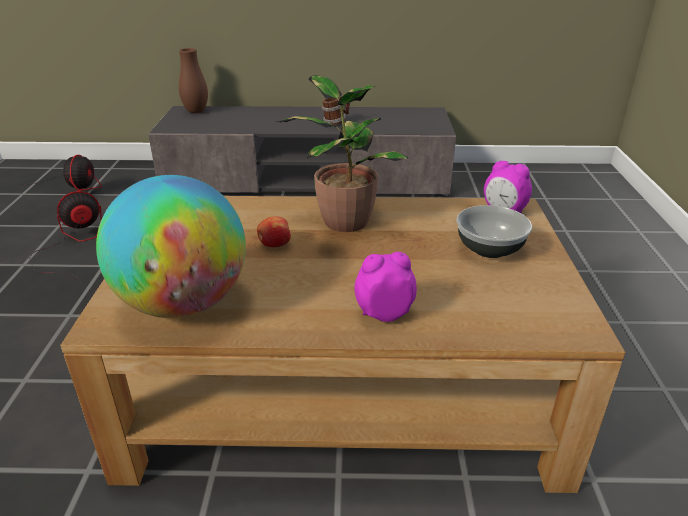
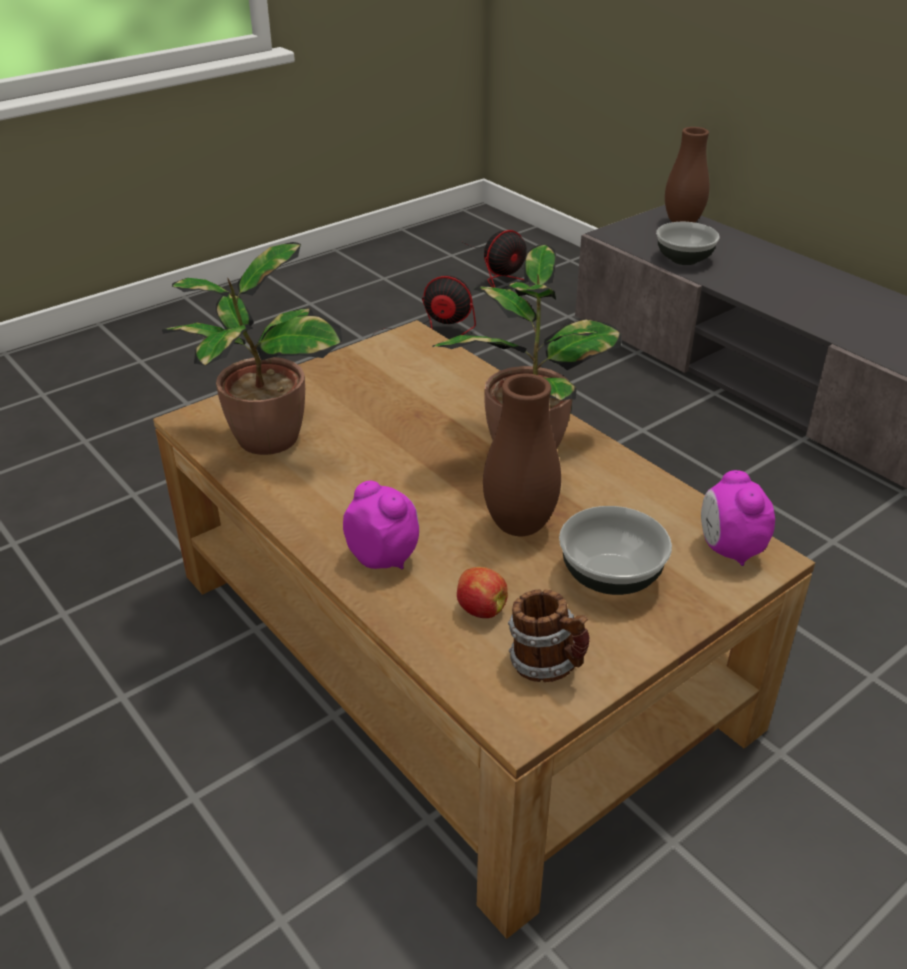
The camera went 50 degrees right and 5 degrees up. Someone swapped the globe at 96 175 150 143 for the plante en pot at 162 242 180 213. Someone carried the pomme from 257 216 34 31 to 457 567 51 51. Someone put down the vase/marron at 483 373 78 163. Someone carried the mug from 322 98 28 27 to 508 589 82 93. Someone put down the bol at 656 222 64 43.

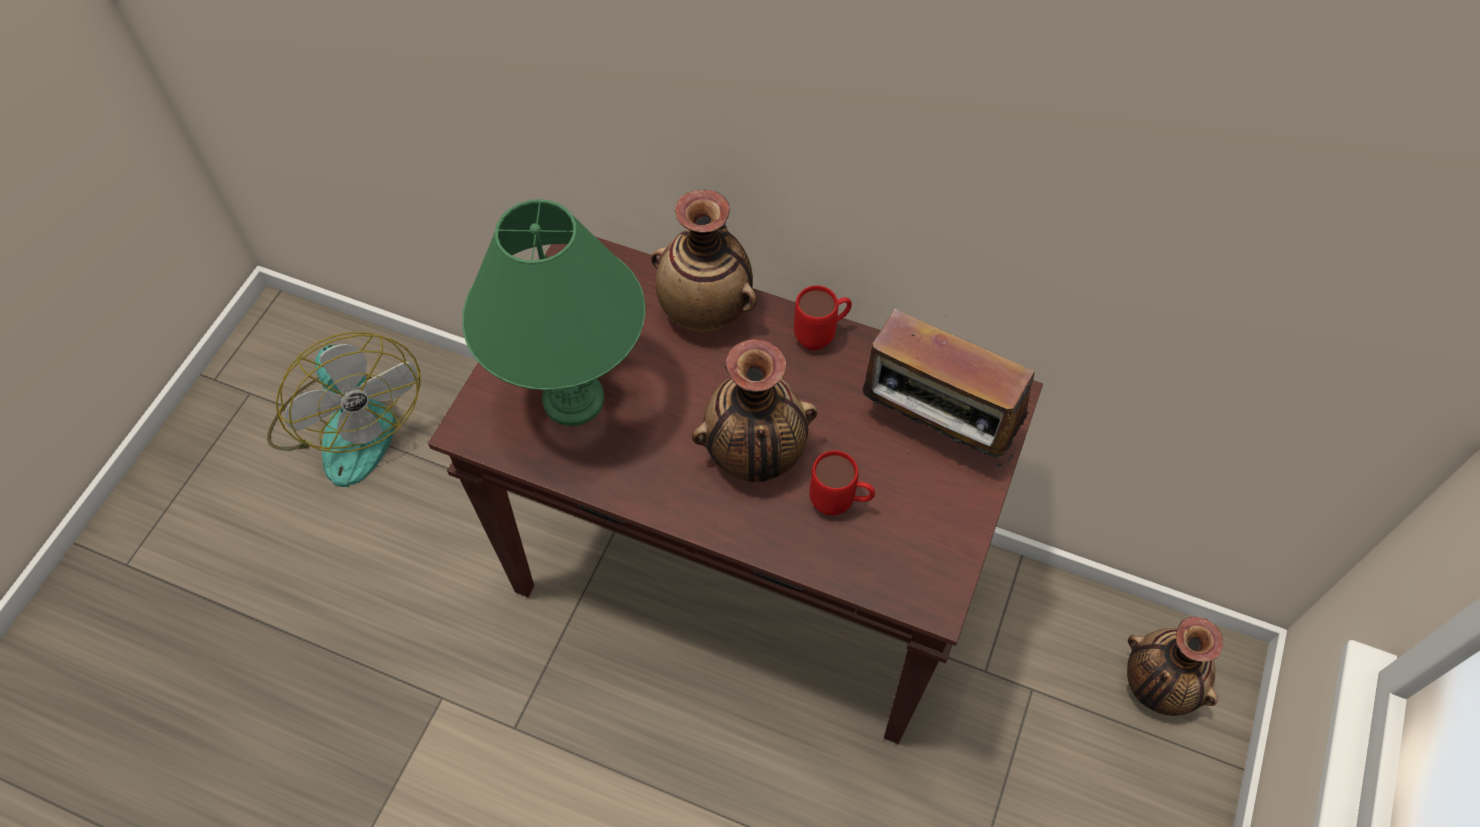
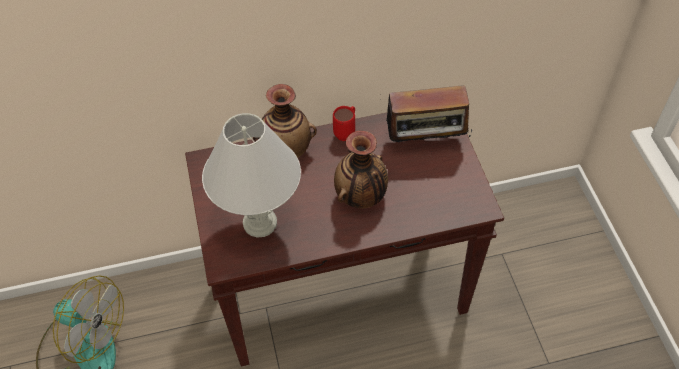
The camera went 35 degrees left and 5 degrees down. Someone repainted the lampe de table/vert at 462 199 183 227, which became the lampe de table/blanc at 202 113 99 125. Someone took away the mug/rouge at 809 450 66 65. Someone took away the vase at 1127 617 96 99.

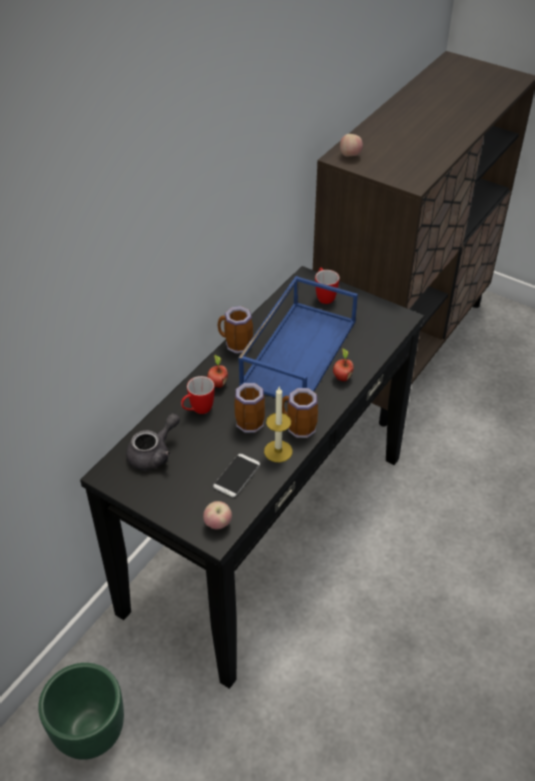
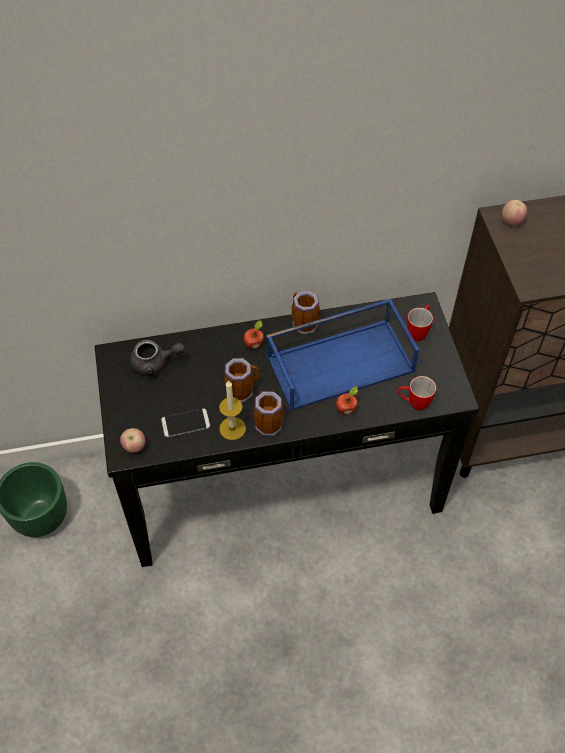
The camera went 45 degrees right and 10 degrees up. Someone carried the mug from 181 376 34 38 to 398 376 38 34.

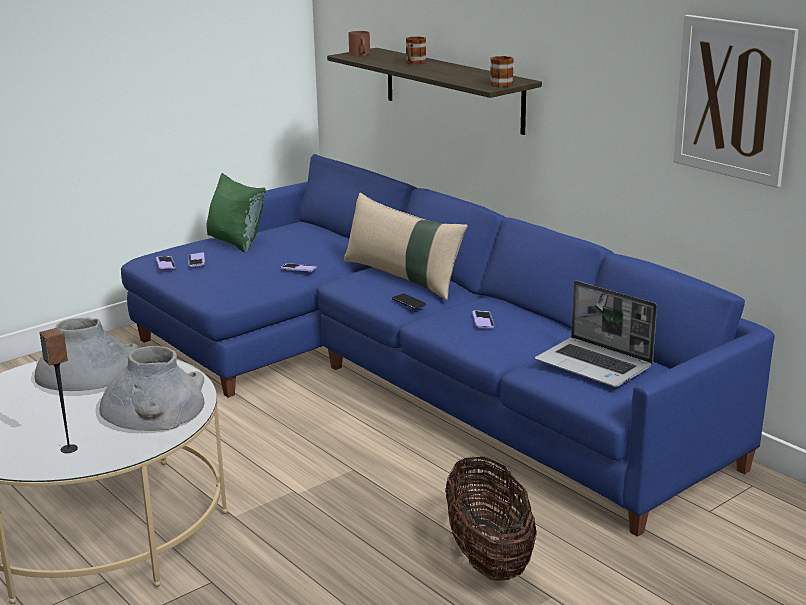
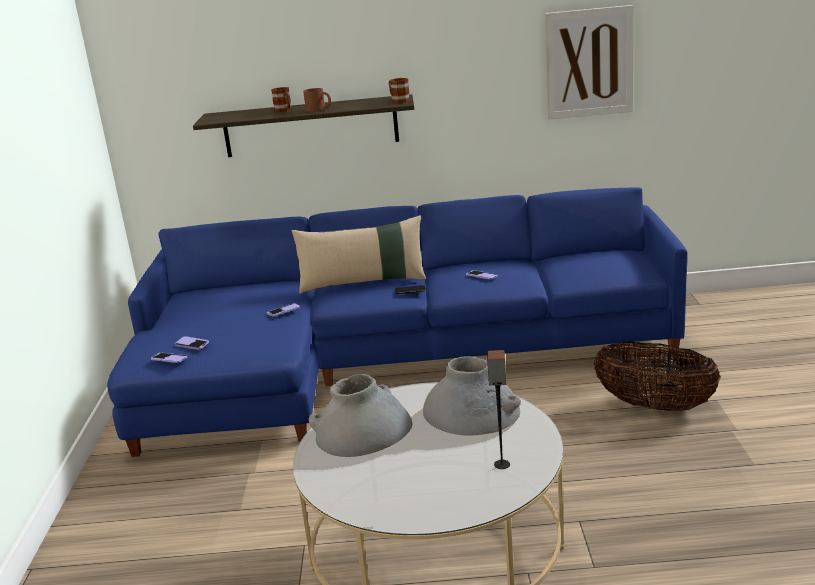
The camera went 50 degrees left and 0 degrees up. Someone carried the mug/marron from 348 31 22 25 to 303 88 28 24. Someone took away the coussin/vert at 206 173 60 80. Someone took away the ordinateur portable at 535 281 122 106.

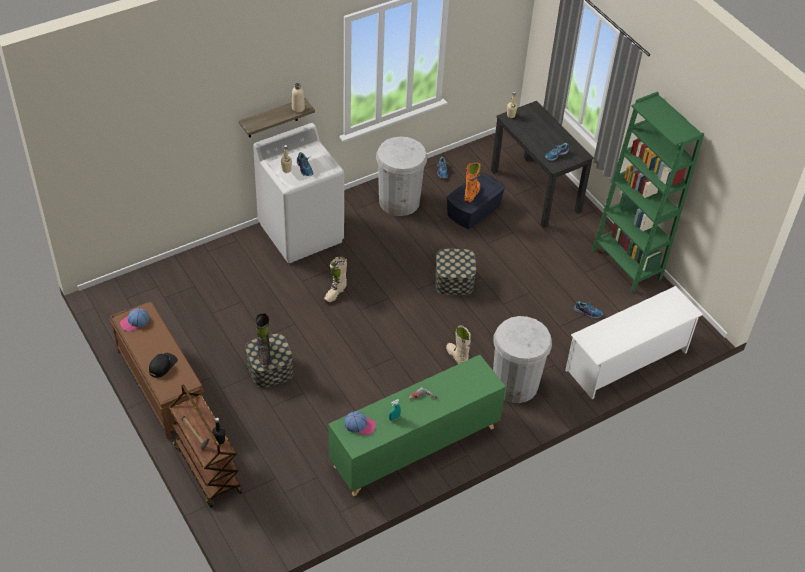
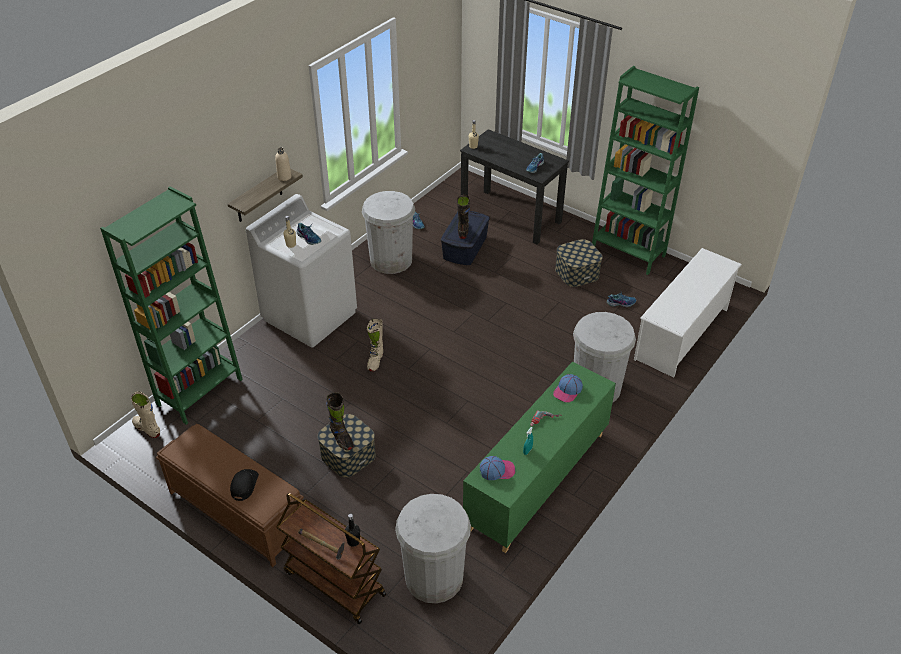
The camera went 20 degrees left and 5 degrees down. Someone put down the bibliothèque/vert at 100 186 143 239. Someone carried the botte/beige from 446 326 25 38 to 131 391 29 47. Someone put down the poubelle/blanc at 395 494 76 109. Someone repainted the botte/orange at 465 162 16 41, which became the botte/noir at 457 195 13 44. Someone carried the casquette from 120 308 29 24 to 553 374 30 28. Someone carried the boîte de rangement from 435 249 41 46 to 555 239 48 48.

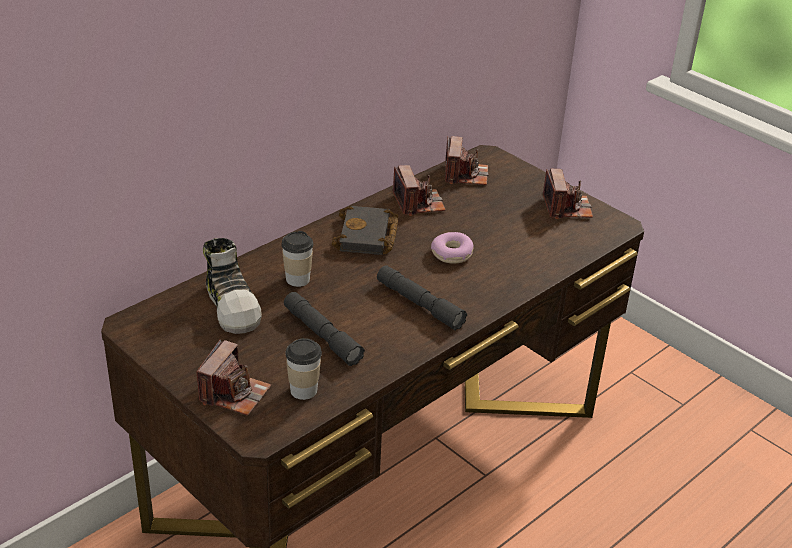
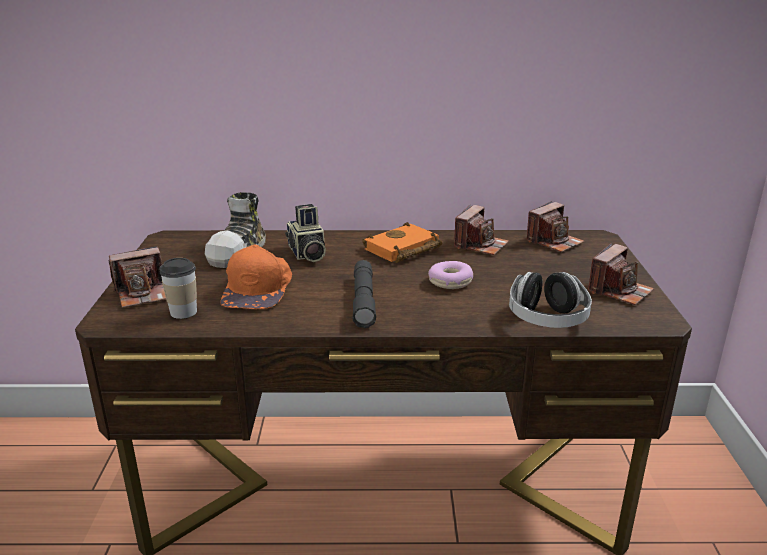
The camera went 45 degrees right and 10 degrees down. Someone swapped the lampe de poche/gris at 284 292 81 74 for the casquette/orange at 220 244 72 65. Someone swapped the tasse at 281 231 32 56 for the appareil photo at 285 204 41 58. Someone repainted the livre/noir at 332 206 66 49, which became the livre/orange at 362 222 80 41. Someone put down the casque audio at 509 272 83 56.

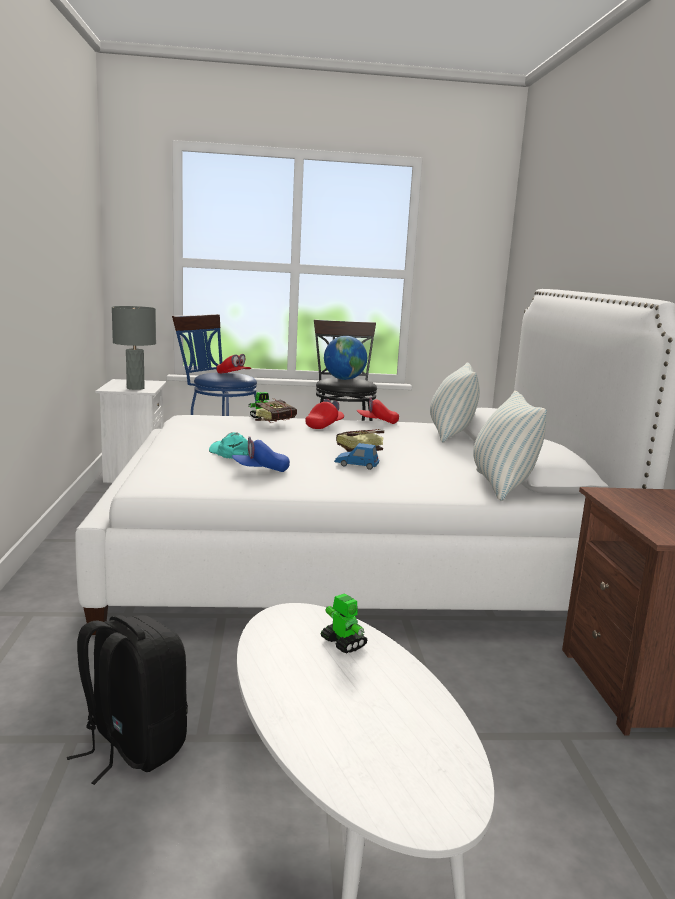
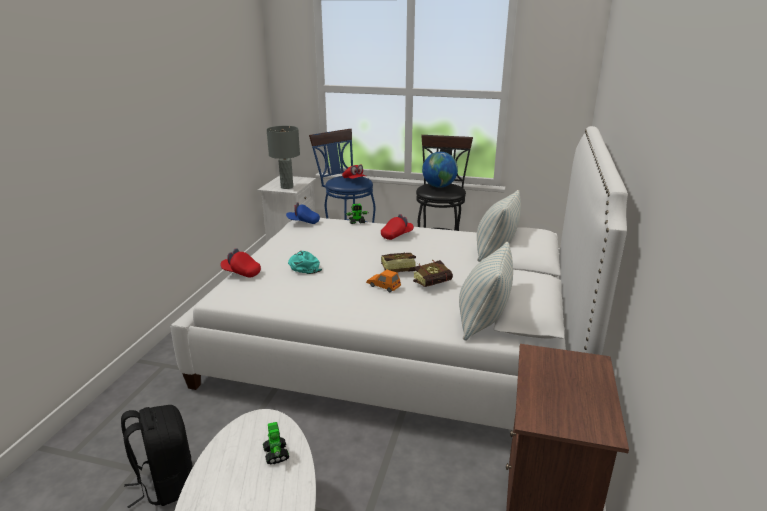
The camera went 20 degrees right and 10 degrees up. Someone carried the casquette/rouge from 357 397 42 27 to 220 248 41 30. Someone carried the casquette/bleu from 232 436 58 36 to 286 202 34 22. Someone repainted the petite voiture/bleu at 334 443 45 27, which became the petite voiture/orange at 366 269 35 23. Someone carried the livre from 255 399 42 24 to 413 260 40 27.

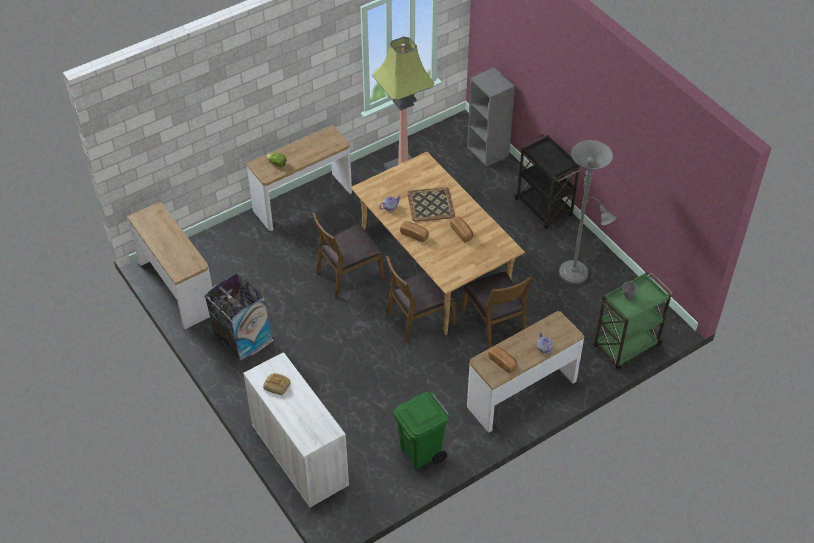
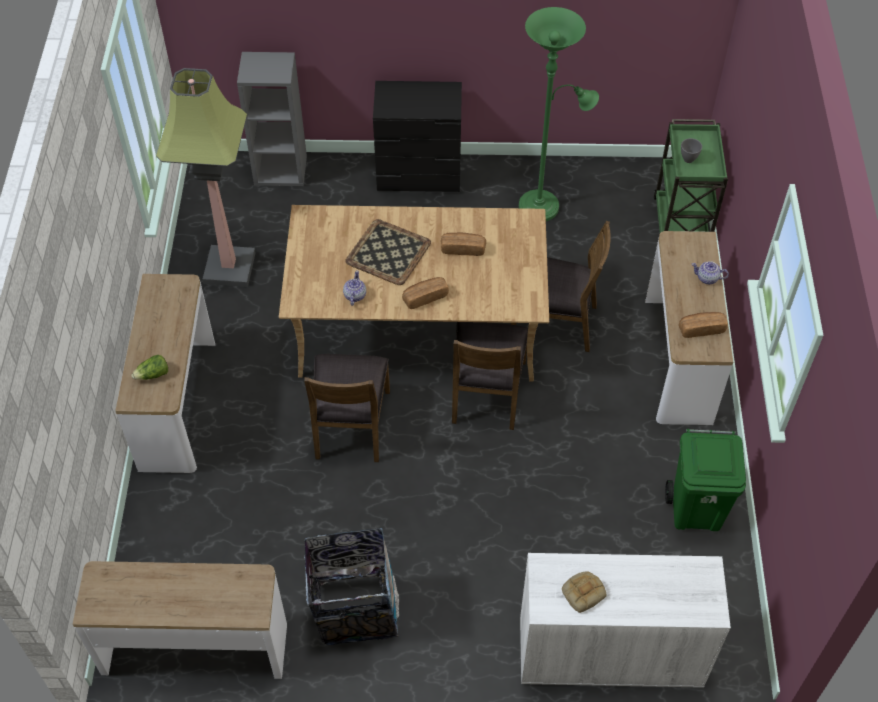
The camera went 55 degrees left and 5 degrees up. Someone swapped the chariot/noir at 514 134 67 95 for the commode/noir at 373 81 89 111. Someone repainted the lampadaire/gris at 559 140 57 144, which became the lampadaire/vert at 519 7 80 214.

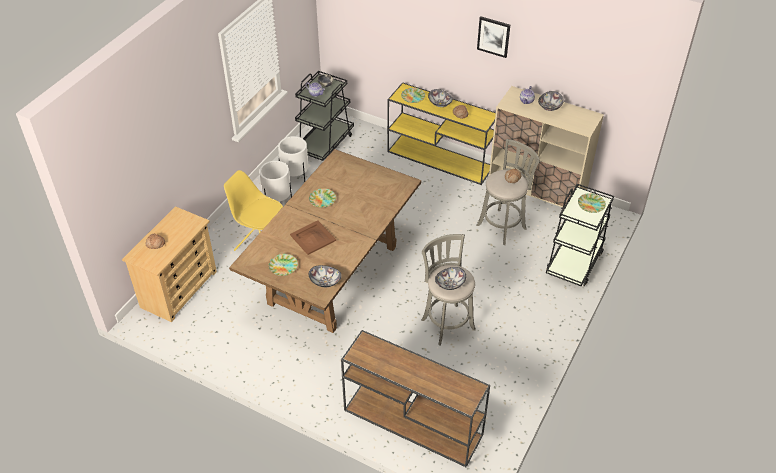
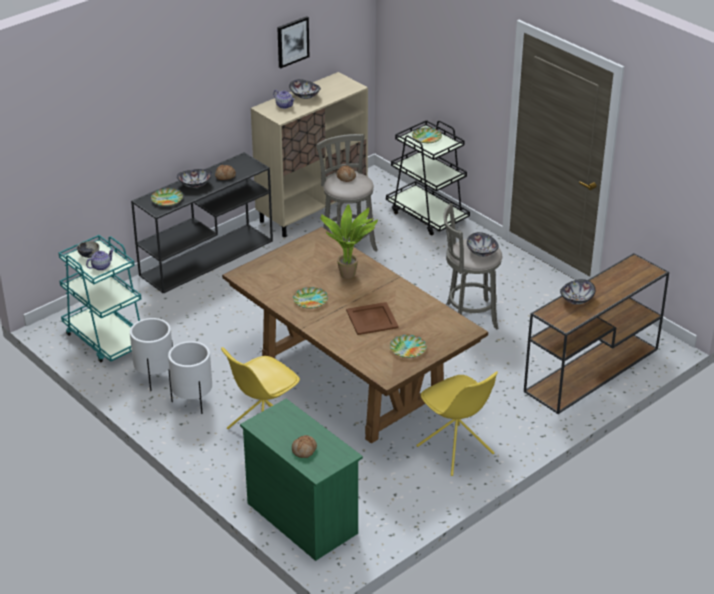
The camera went 70 degrees left and 10 degrees down. Someone repainted the chariot/noir at 295 71 59 90, which became the chariot/turquoise at 58 235 84 127. Someone repainted the table console/jaune at 387 82 109 103, which became the table console/noir at 131 152 142 142. Someone repainted the commode/beige at 122 206 95 116, which became the commode/vert at 240 399 123 162. Someone carried the tableau from 477 16 33 42 to 277 16 32 52. Someone put down the plante en pot at 320 204 58 75. Someone put down the chaise/jaune at 416 371 82 105. Someone carried the bol from 309 265 33 22 to 560 279 36 26.

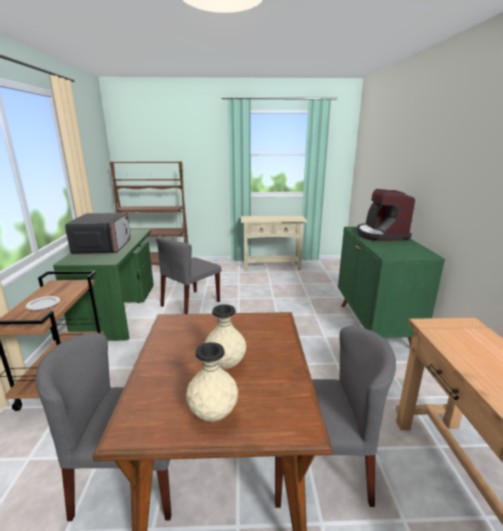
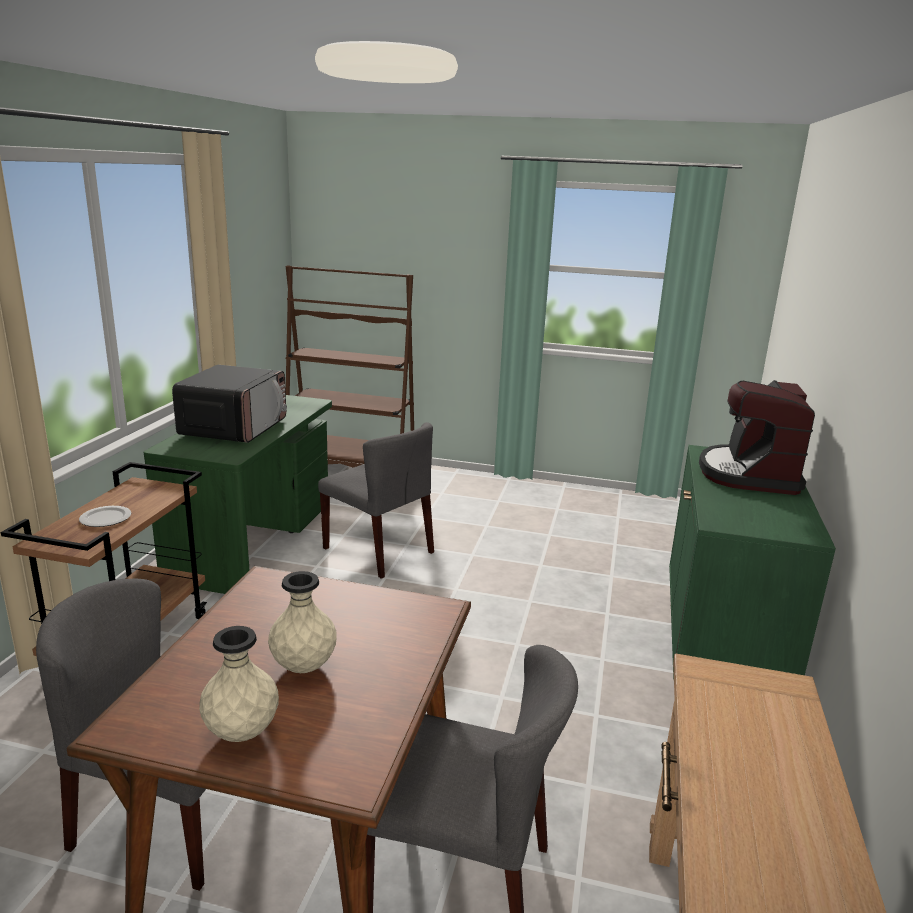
The camera went 15 degrees right and 0 degrees up. Someone rotated the chaise/gris at 156 235 65 79 by 105 degrees counterclockwise. Someone took away the table console/beige at 241 216 67 55.

